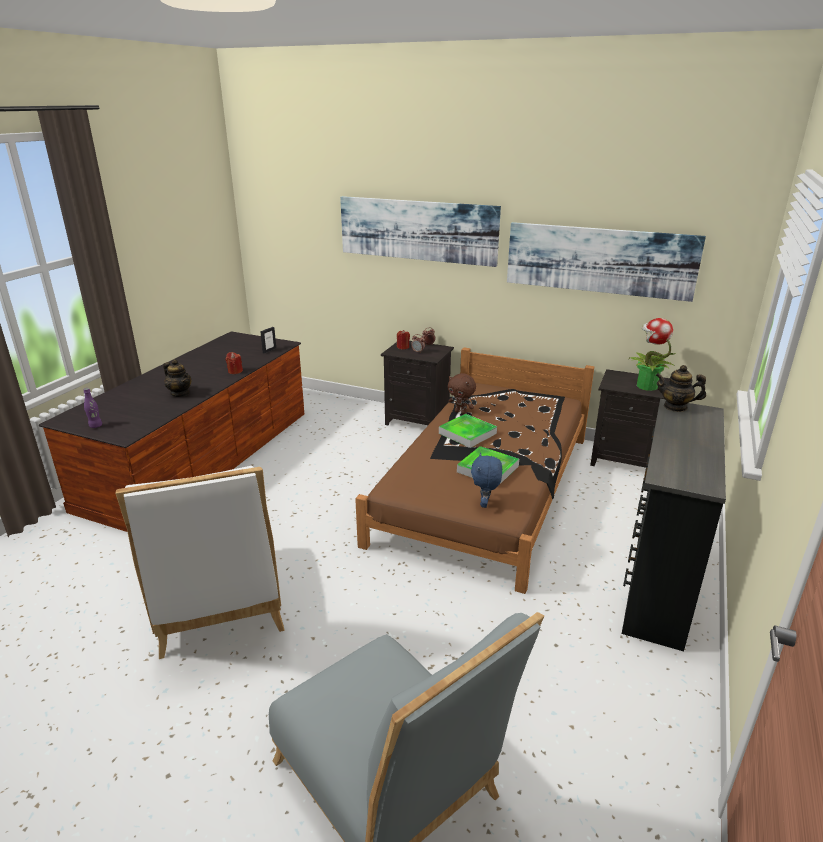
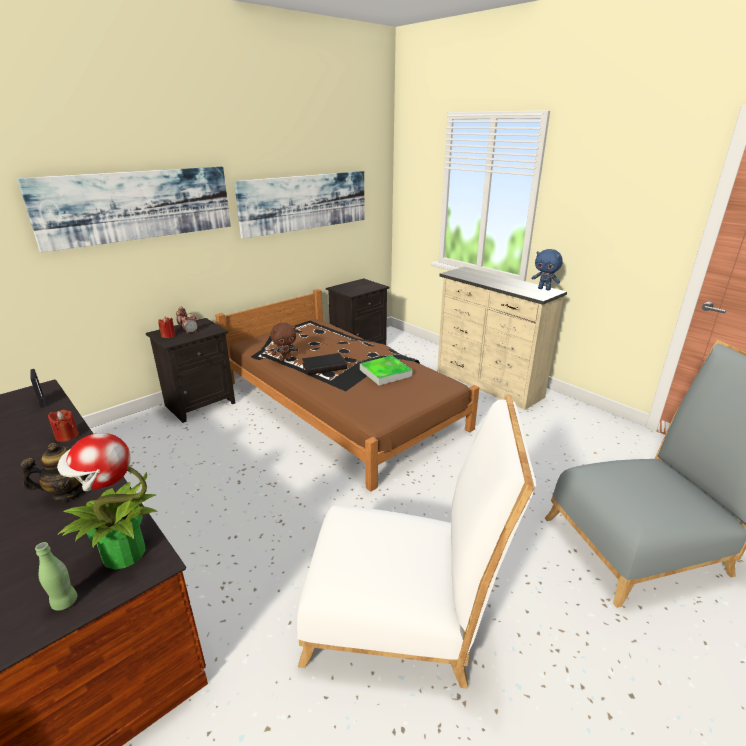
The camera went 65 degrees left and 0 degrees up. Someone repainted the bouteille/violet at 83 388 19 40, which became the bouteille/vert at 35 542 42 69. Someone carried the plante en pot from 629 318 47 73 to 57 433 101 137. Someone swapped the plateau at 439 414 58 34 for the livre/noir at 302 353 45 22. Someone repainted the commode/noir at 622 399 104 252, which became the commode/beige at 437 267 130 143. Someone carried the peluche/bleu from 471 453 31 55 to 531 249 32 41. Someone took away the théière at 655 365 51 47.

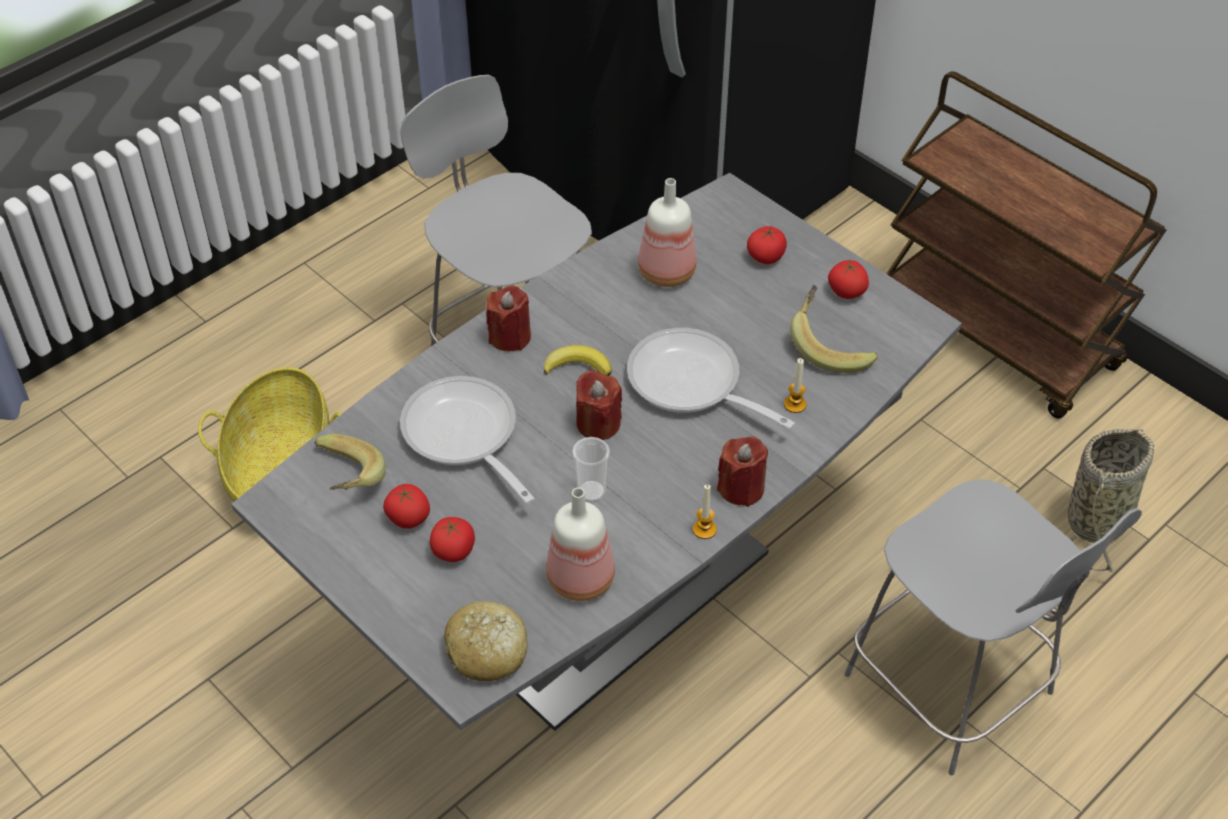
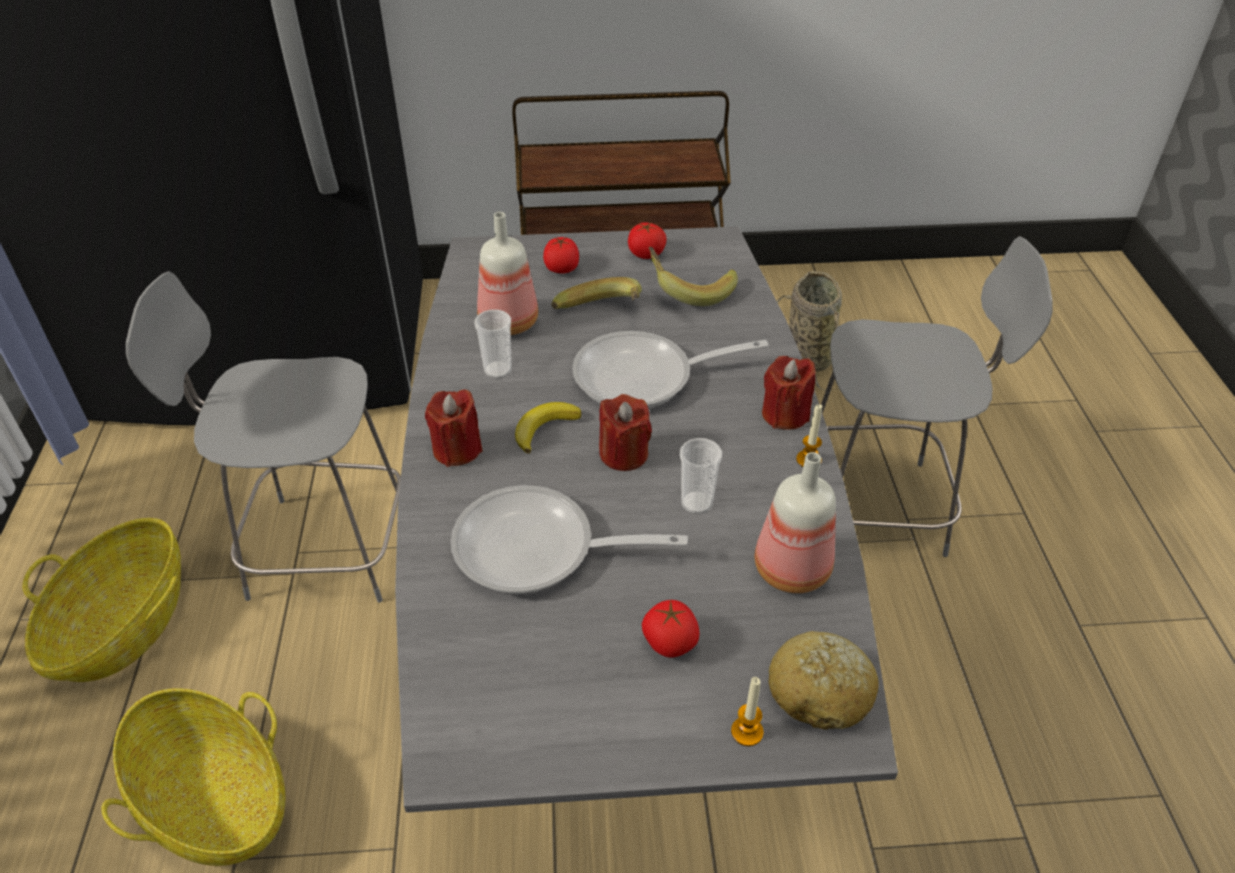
The camera went 50 degrees left and 5 degrees down. Someone put down the panier at 22 518 159 164. Someone put down the tasse at 474 310 38 69. Someone carried the banane from 315 434 71 56 to 551 277 91 32. Someone carried the bougie from 784 358 23 55 to 731 677 32 70. Someone took away the tomate at 383 484 47 45.

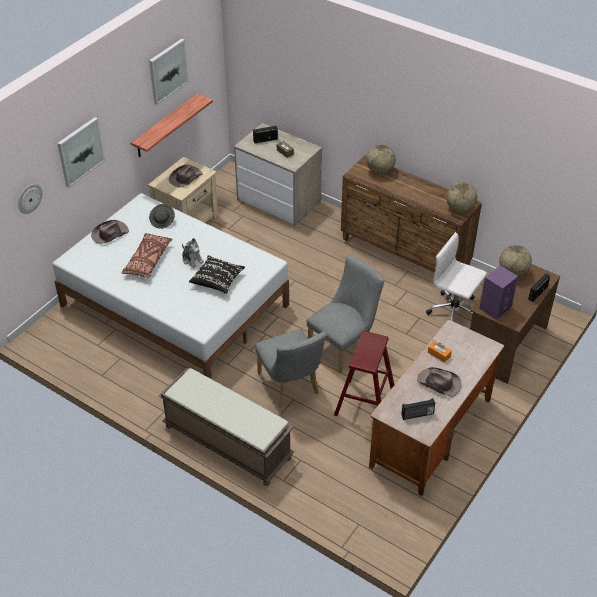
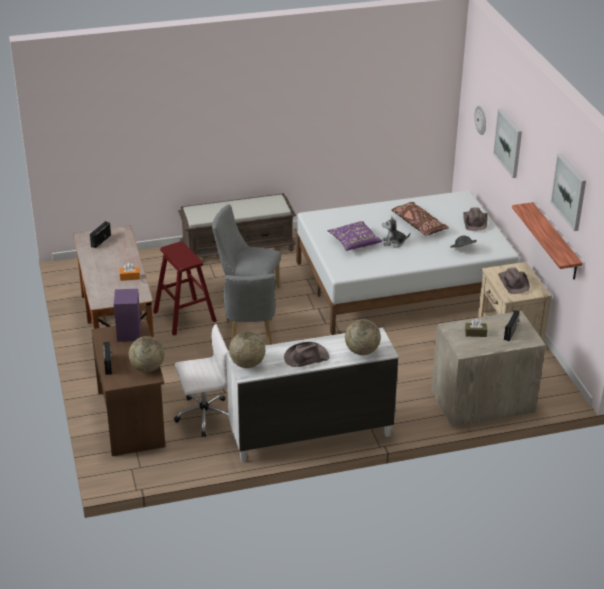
The camera went 130 degrees right and 10 degrees down. Someone repainted the commode/marron at 341 155 141 117, which became the commode/blanc at 226 327 173 135. Someone carried the chapeau/marron from 417 367 45 30 to 284 342 45 25. Someone repainted the coussin/noir at 189 255 56 39, which became the coussin/violet at 328 221 54 30.

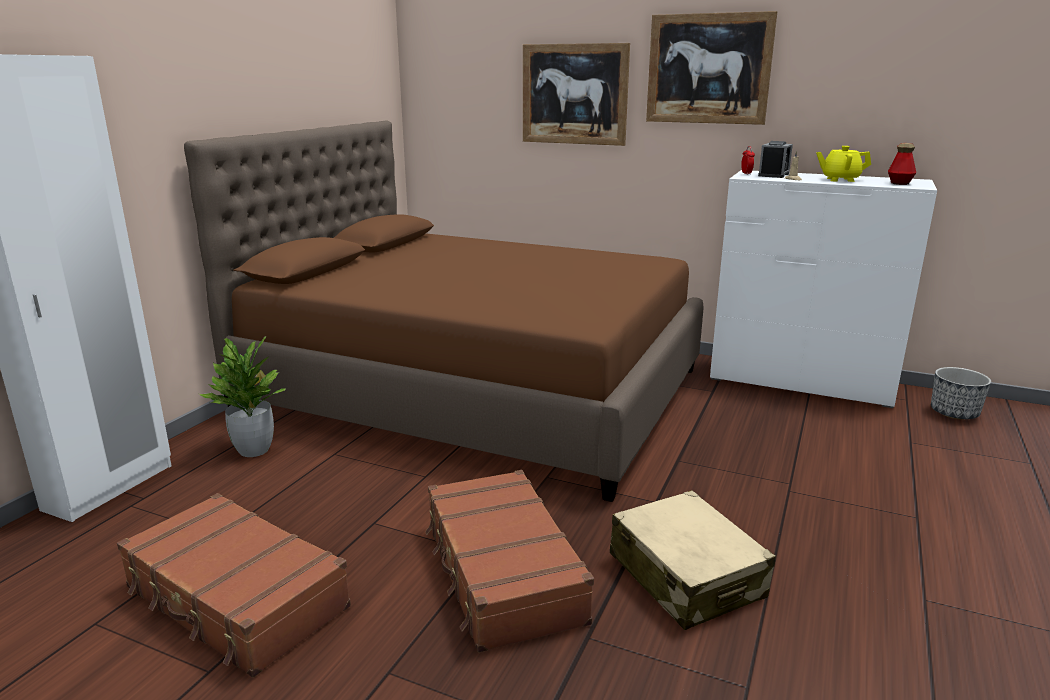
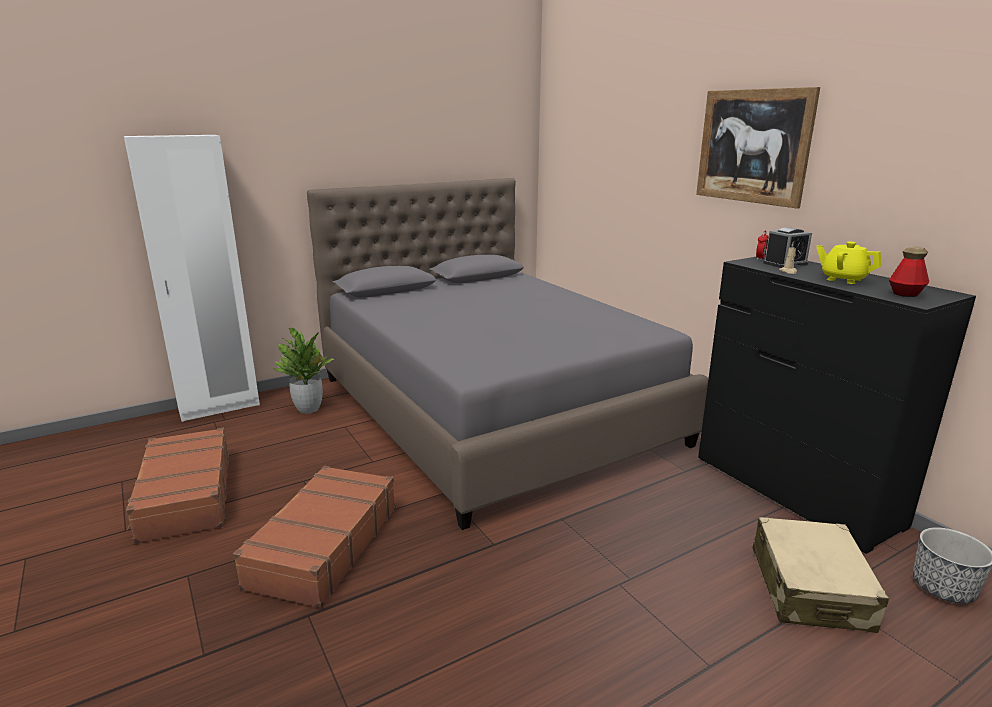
The camera went 35 degrees right and 0 degrees up. Someone repainted the lit/marron at 184 120 520 382, which became the lit/gris at 307 178 401 352. Someone repainted the commode/blanc at 710 170 227 238, which became the commode/noir at 698 256 278 298. Someone carried the valise/beige from 610 490 166 140 to 753 517 136 116. Someone took away the tableau at 523 43 107 103.

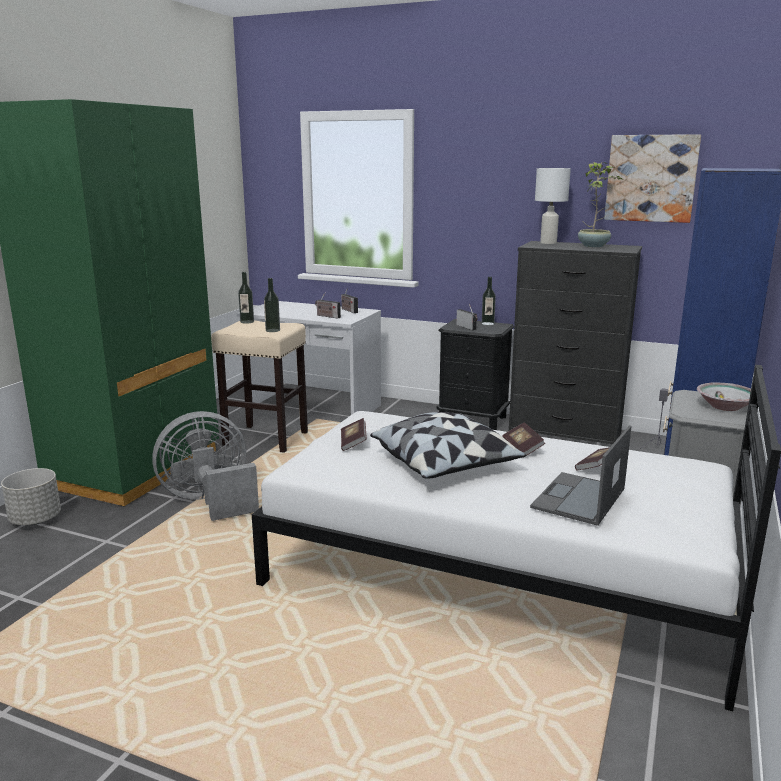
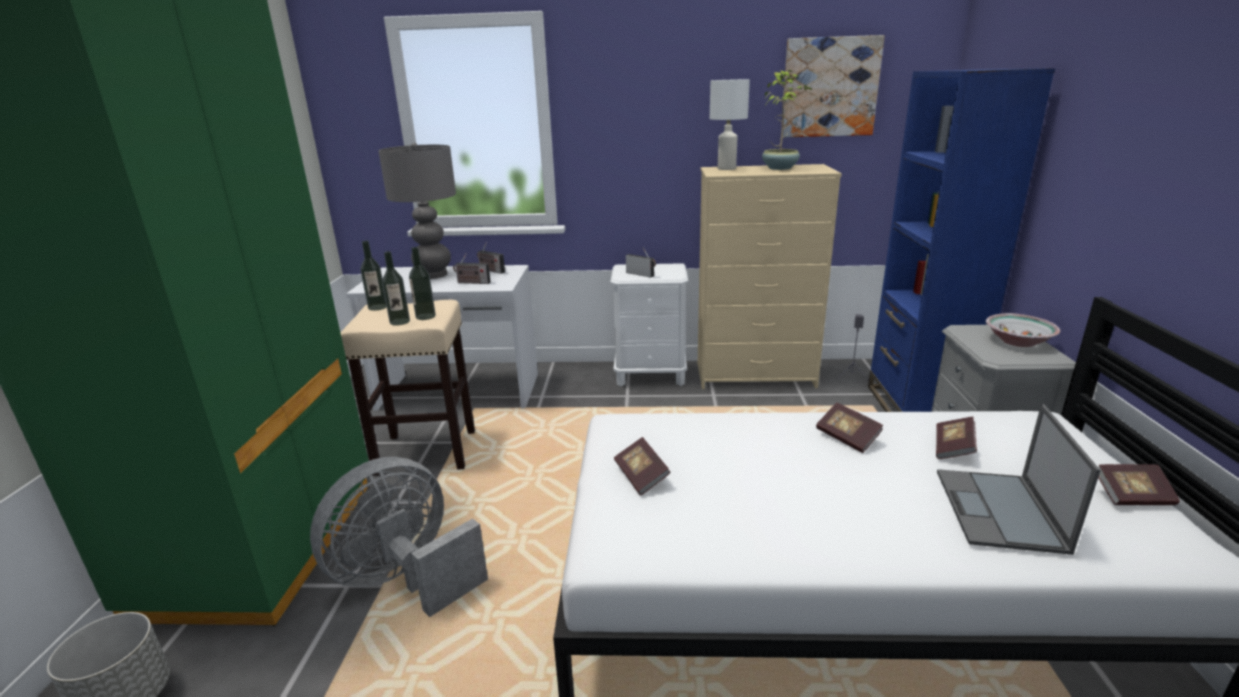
The camera went 20 degrees left and 5 degrees up. Someone put down the lampe de table/gris at 378 143 78 136. Someone carried the bouteille from 482 277 14 48 to 382 251 28 75. Someone repainted the table de chevet/noir at 437 319 77 111, which became the table de chevet/blanc at 610 263 78 123. Someone repainted the commode/noir at 509 241 133 203, which became the commode/beige at 698 164 144 225. Someone put down the livre at 1098 464 82 41. Someone took away the coussin at 370 412 156 67.

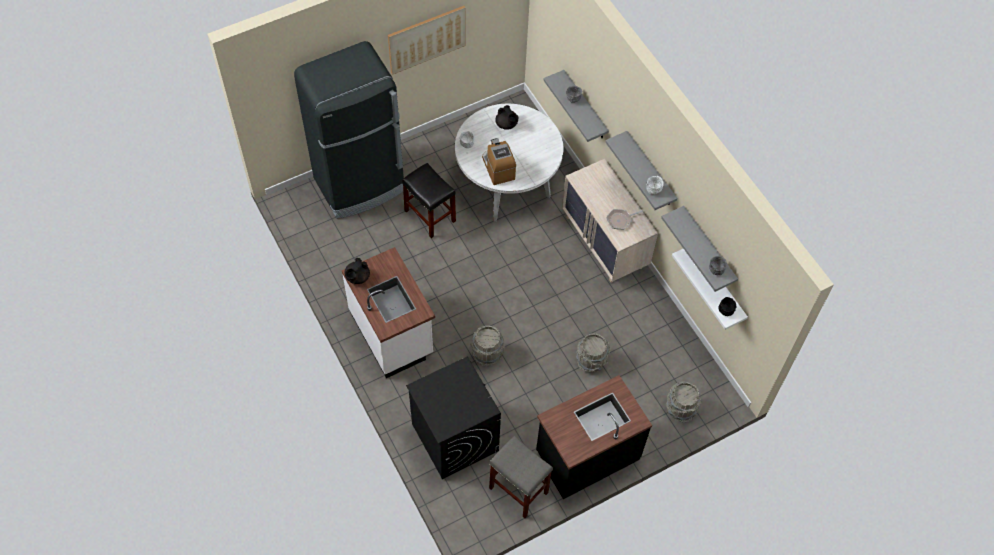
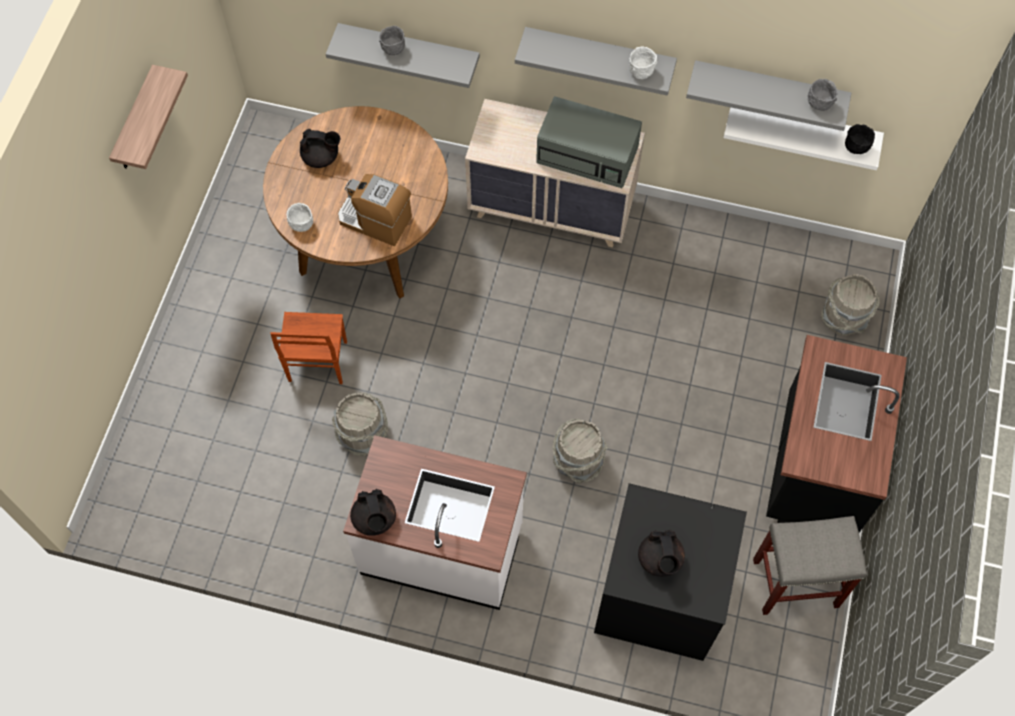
The camera went 45 degrees left and 5 degrees up. Someone swapped the tableau at 388 6 78 69 for the étagère at 109 65 79 104. Someone repainted the table à manger/blanc at 455 104 108 118, which became the table à manger/marron at 263 106 185 193. Someone swapped the tabouret/noir at 402 163 54 75 for the chaise/marron at 270 312 77 72. Someone carried the seau/gris from 576 333 35 39 to 332 392 56 65. Someone swapped the poêle at 606 209 37 21 for the micro-ondes/gris at 536 96 106 92. Someone put down the théière/noir at 638 529 47 48. Someone took away the réfrigérateur/noir at 294 41 110 178.

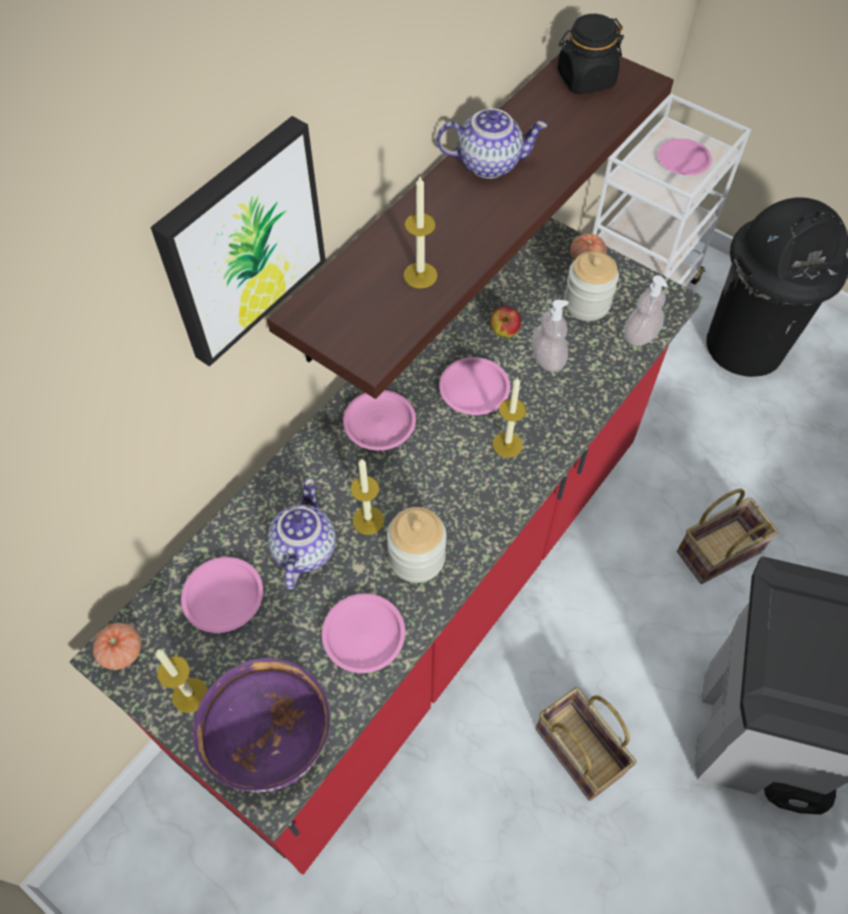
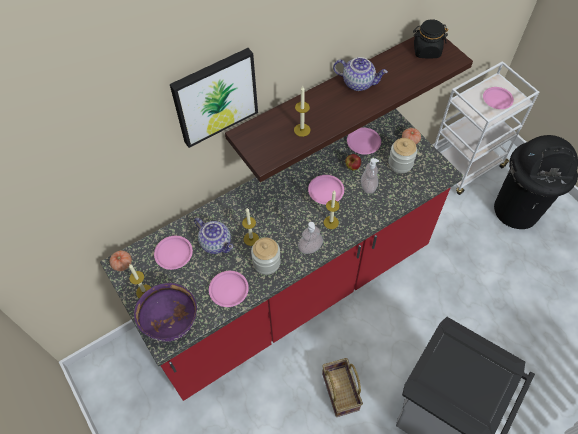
The camera went 20 degrees right and 0 degrees up. Someone rotated the théière at 267 478 69 111 by 105 degrees clockwise. Someone carried the distributeur de savon from 624 275 44 71 to 298 222 25 32. Someone carried the assiette/rose from 343 390 73 60 to 347 128 34 26. Someone took away the panier at 677 489 101 95.

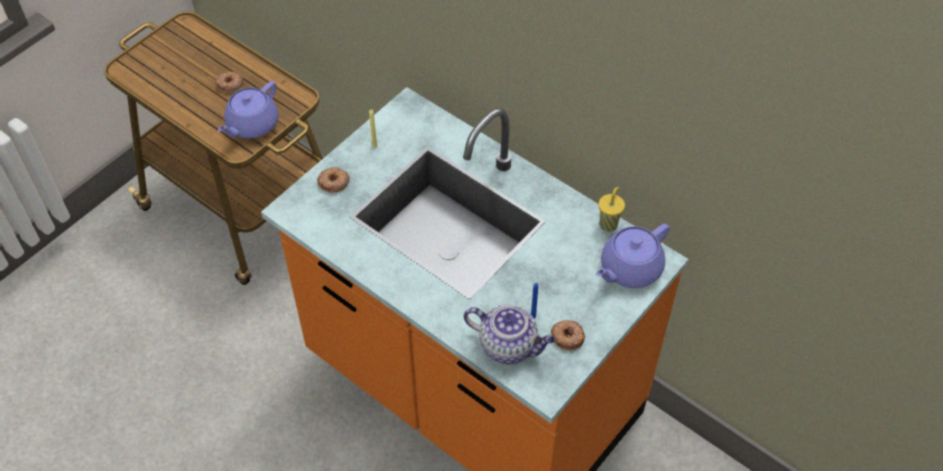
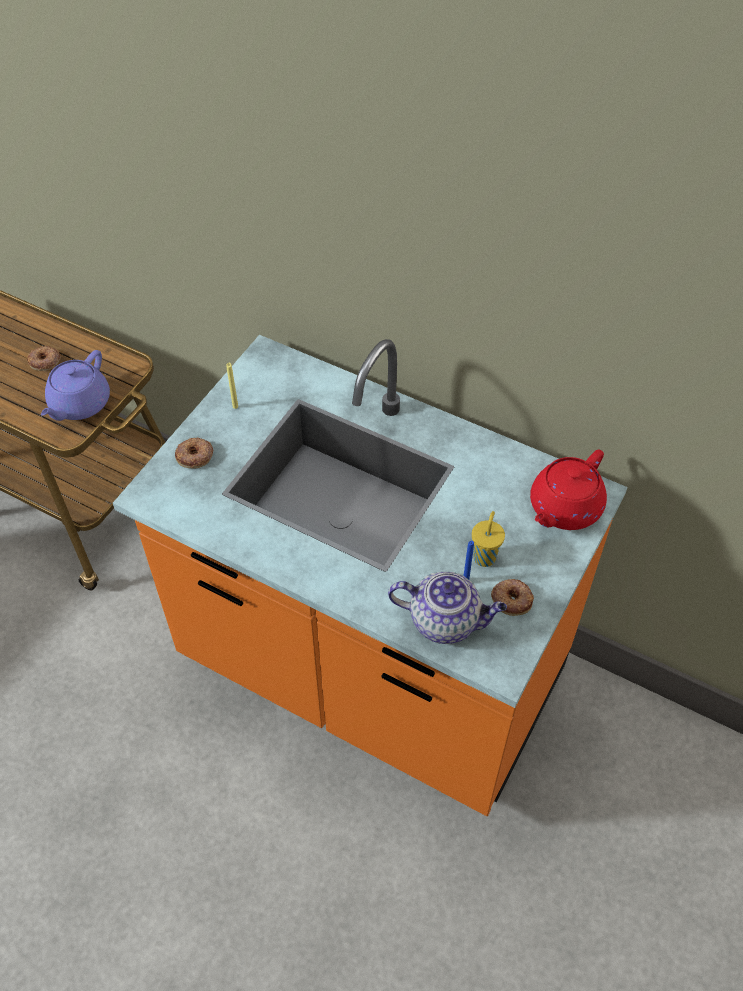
The camera went 10 degrees left and 0 degrees up. Someone carried the tasse/jaune from 599 187 26 45 to 472 511 33 56. Someone repainted the théière/violet at 596 224 74 64, which became the théière/rouge at 530 450 77 80.

